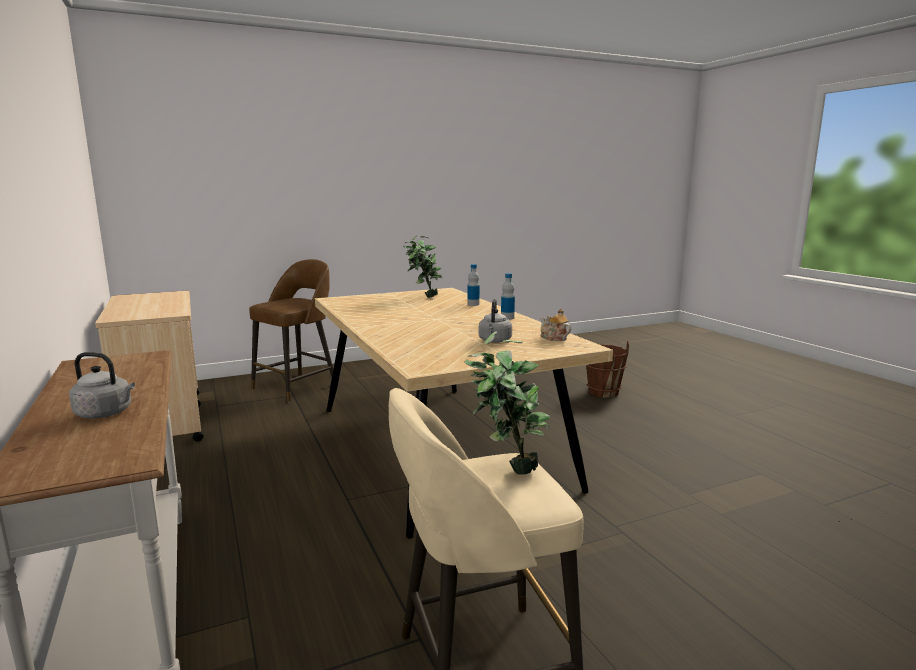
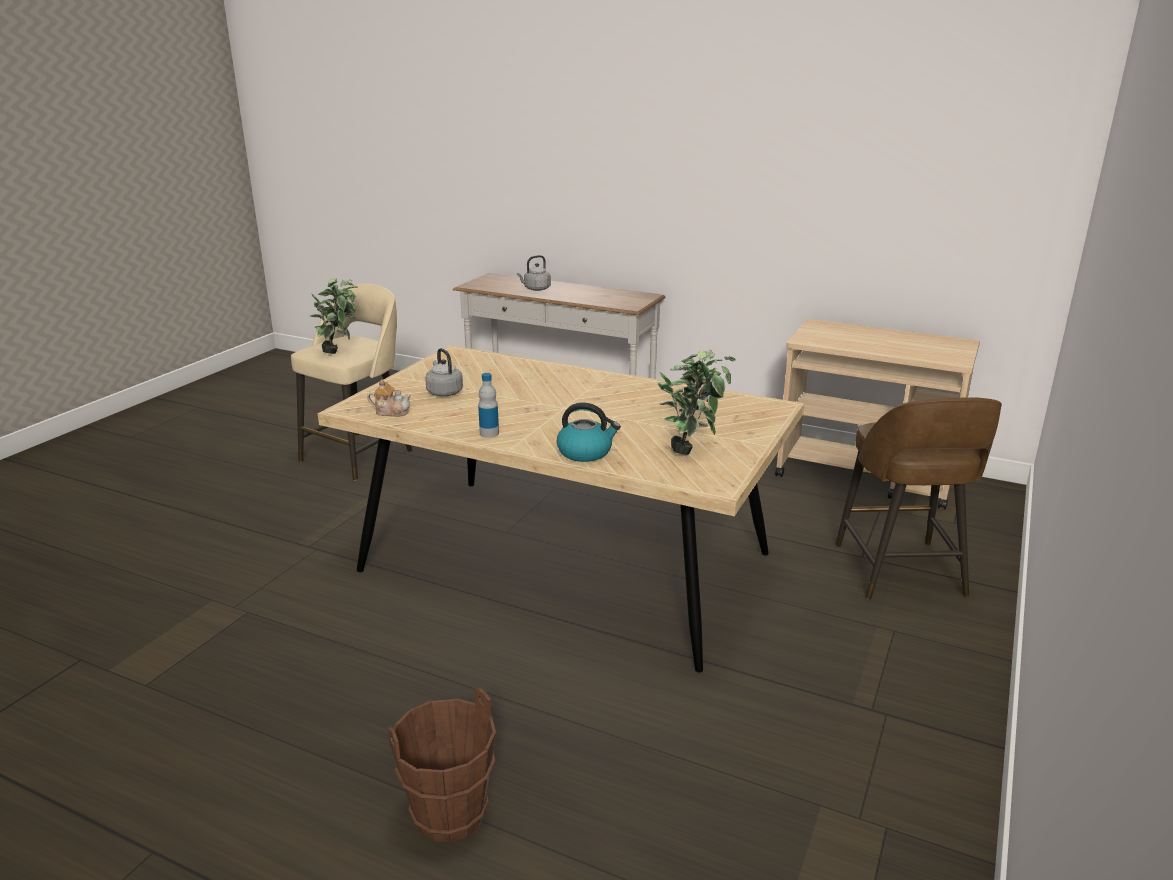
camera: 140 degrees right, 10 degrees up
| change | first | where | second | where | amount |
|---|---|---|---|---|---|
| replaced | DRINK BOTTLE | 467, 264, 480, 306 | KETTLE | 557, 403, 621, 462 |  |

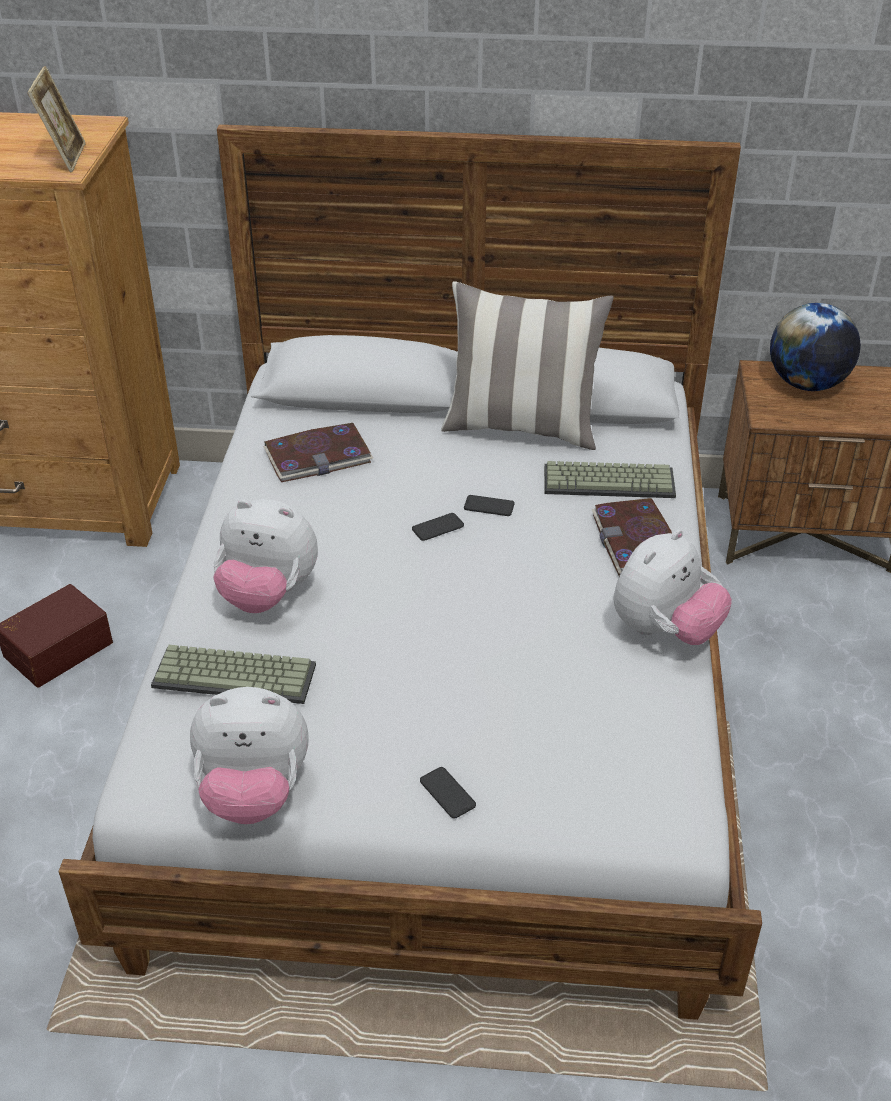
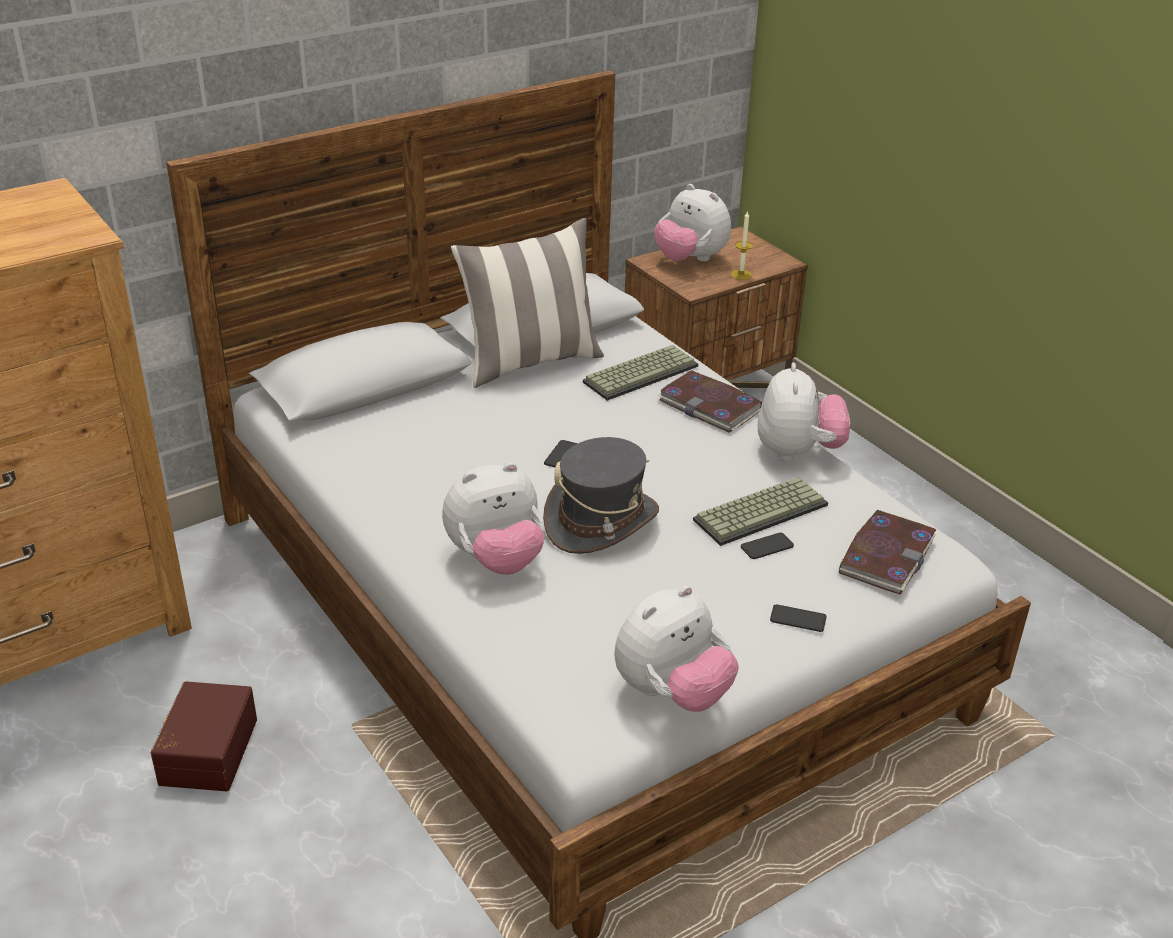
camera: 40 degrees left, 5 degrees down
| change | first | where | second | where | amount |
|---|---|---|---|---|---|
| added |  |  | GREYISH CLOTHING HAT | 543, 437, 659, 554 |  |
| replaced | WORLD GLOBE | 770, 303, 861, 391 | PLUSH TOY | 654, 184, 731, 262 |  |
| moved | PC KEYBOARD | 151, 645, 316, 704 |  | 693, 477, 828, 546 |  |
| added |  |  | WAX CANDLE | 731, 211, 753, 280 |  |
| moved | PHONE | 464, 495, 515, 516 |  | 741, 533, 794, 559 |  |
| moved | BOUND BOOK | 263, 423, 373, 482 |  | 839, 510, 936, 595 |  |
| removed | STANDING FRAME | 27, 66, 86, 172 |  |  |  |

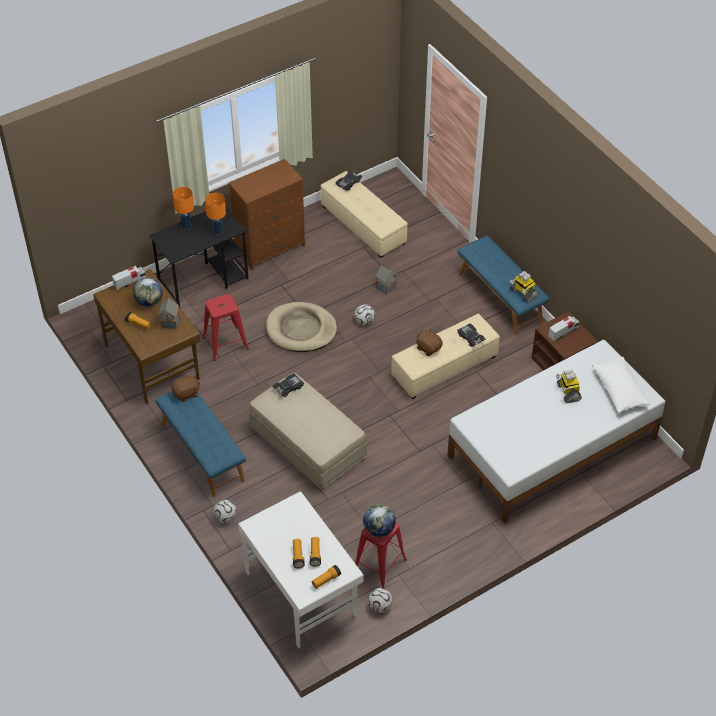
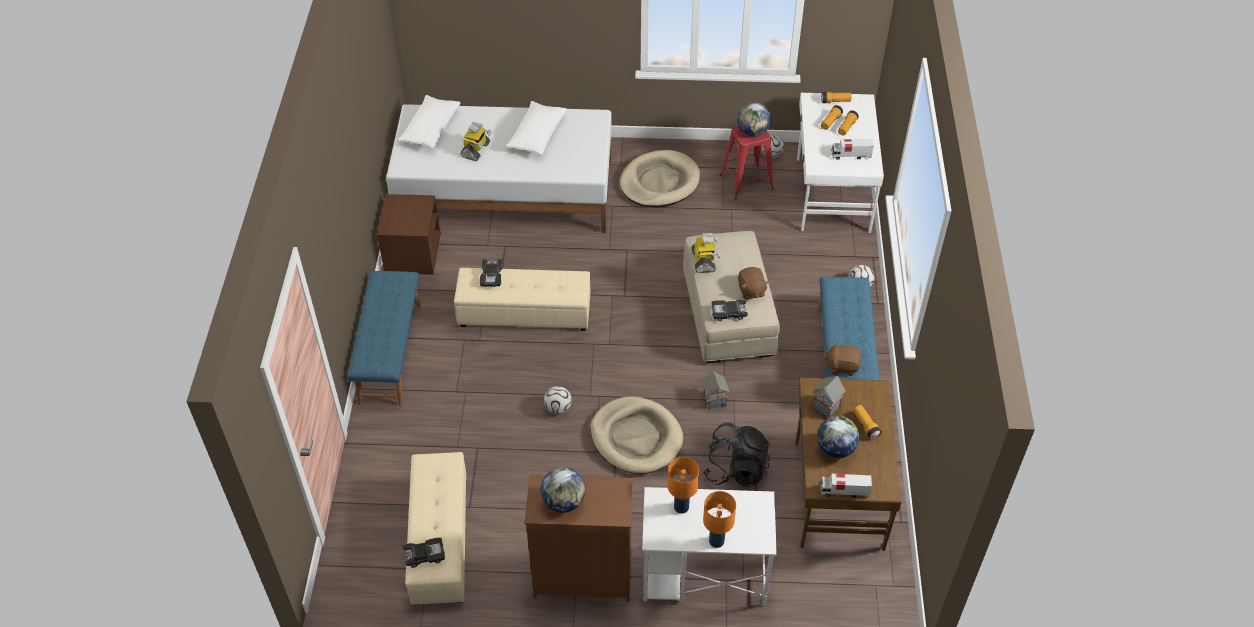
camera: 145 degrees left, 0 degrees up
| change | first | where | second | where | amount |
|---|---|---|---|---|---|
| added |  |  | WHITE CUSHION | 506, 101, 567, 156 |  |
| added |  |  | WORLD GLOBE | 541, 467, 586, 513 |  |
| added |  |  | BEIGE-COLOURED PET BED | 620, 150, 700, 207 |  |
| recoloured | BLACK-COLOURED DESK UNIT | 149, 207, 249, 307 | WHITE DESK UNIT | 642, 487, 777, 606 |  |
| moved | MODEL ROBOT | 510, 271, 539, 303 |  | 692, 233, 720, 273 |  |
| moved | MODEL HOUSE | 376, 266, 397, 295 |  | 703, 371, 729, 410 |  |
| replaced | REDDISH STOOL | 203, 294, 249, 361 | BLACK-COLOURED RUCKSACK | 703, 422, 770, 487 |  |
| moved | BROWN-COLOURED PLUSH TOY | 416, 328, 443, 356 |  | 738, 267, 769, 299 |  |
| moved | MODEL TRUCK | 548, 316, 579, 341 |  | 831, 139, 874, 160 |  |

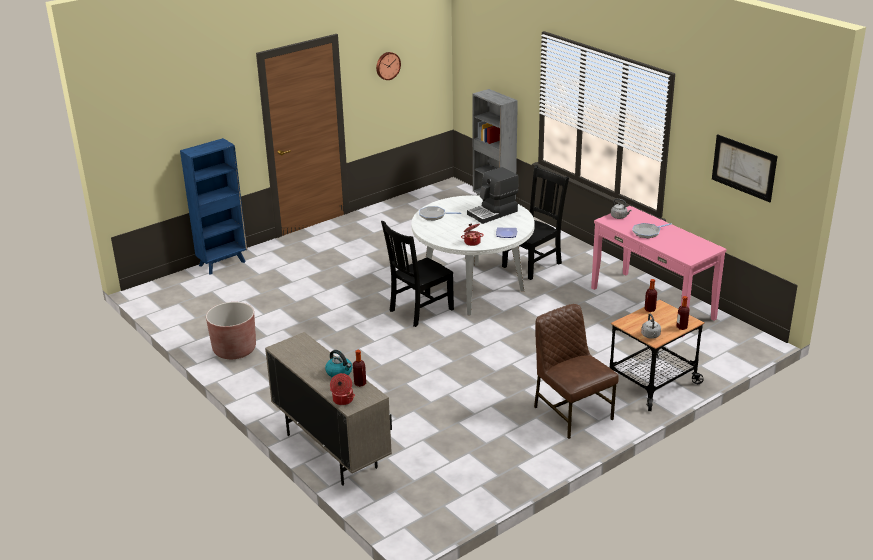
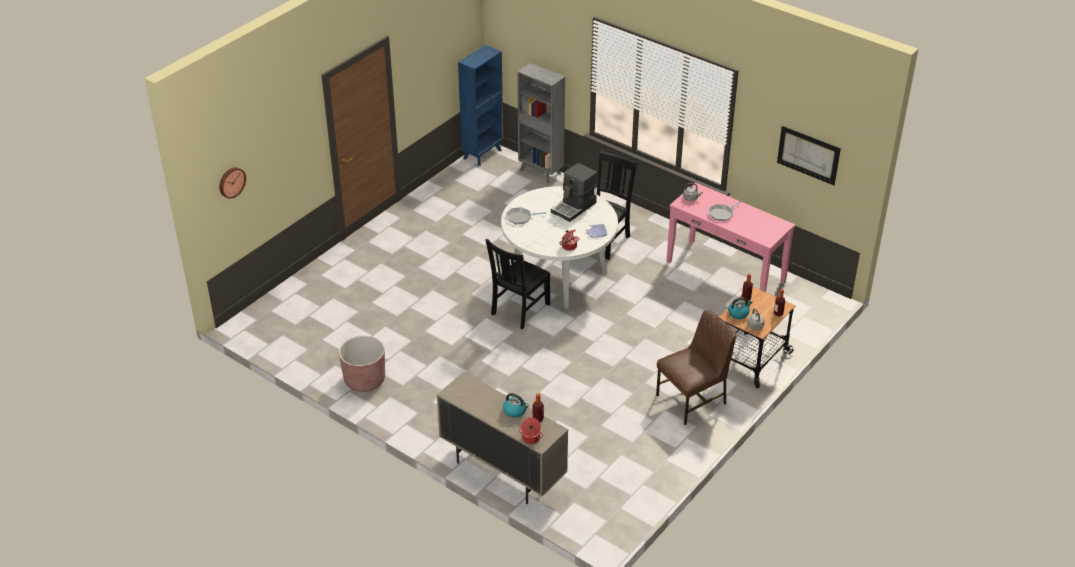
camera: 15 degrees left, 10 degrees up
| change | first | where | second | where | amount |
|---|---|---|---|---|---|
| moved | WALL CLOCK | 376, 52, 401, 80 |  | 219, 167, 246, 199 |  |
| moved | BLUE SHELVING UNIT | 180, 138, 247, 274 |  | 458, 45, 503, 166 |  |
| turned | BROWN-COLOURED PLAIN CHAIR | 534, 304, 619, 439 |  | 656, 310, 736, 425 | 105 degrees clockwise |
| added |  |  | KETTLE | 728, 297, 752, 319 |  |

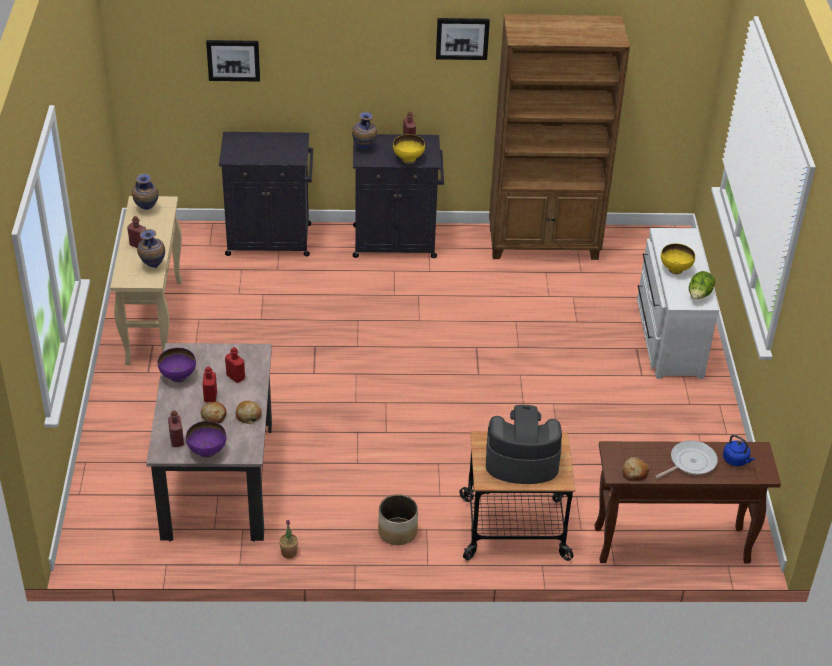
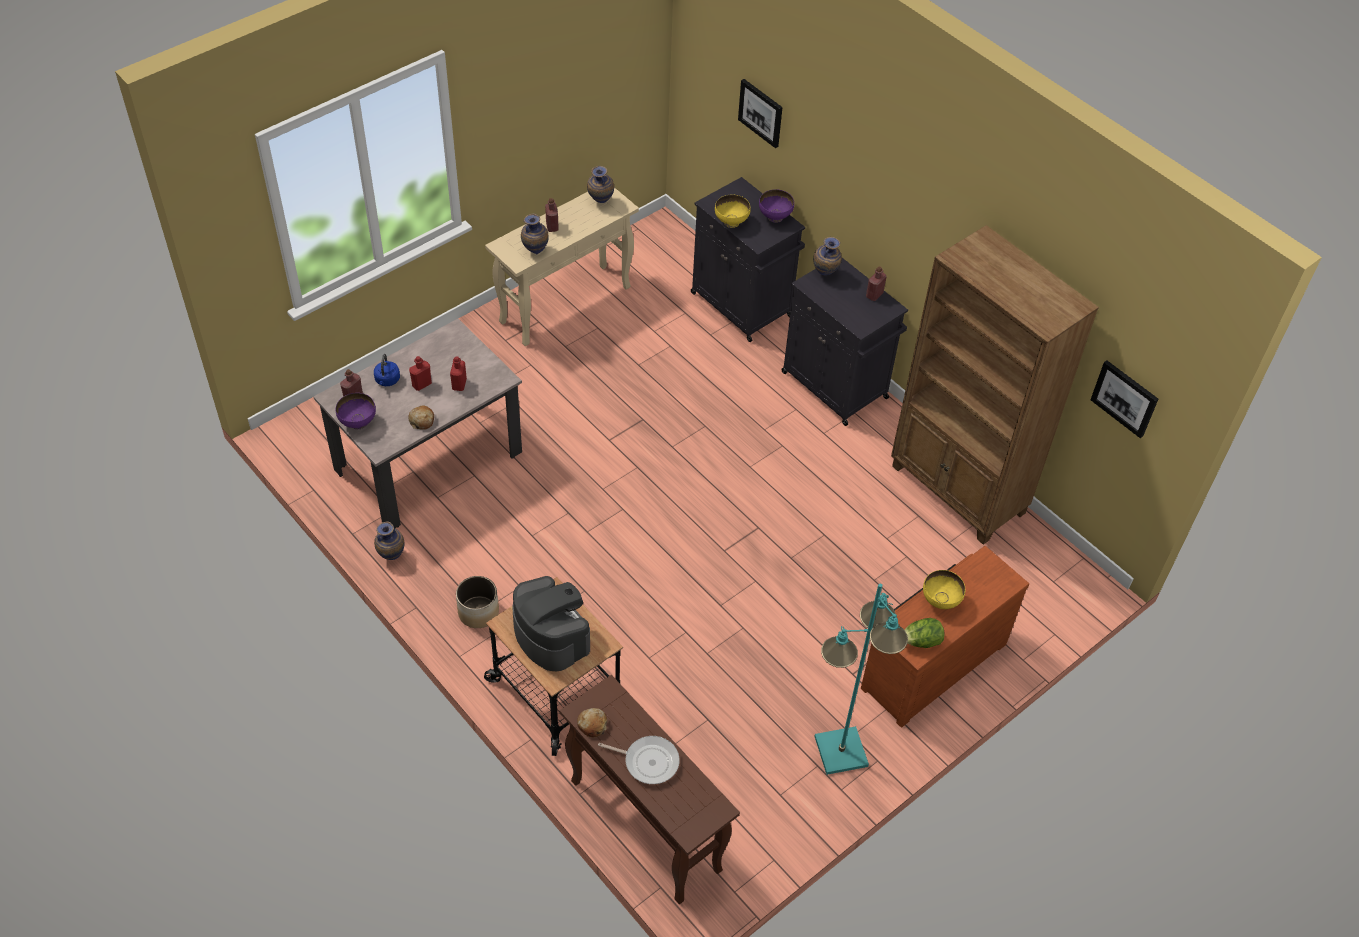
camera: 50 degrees right, 10 degrees up
| change | first | where | second | where | amount |
|---|---|---|---|---|---|
| moved | BLUE KETTLE | 723, 434, 755, 466 |  | 374, 354, 400, 386 |  |
| replaced | HOUSEPLANT | 279, 520, 298, 558 | VASE | 374, 521, 405, 560 |  |
| moved | YELLOWISH BOWL | 393, 134, 425, 164 |  | 715, 194, 751, 228 |  |
| moved | PURPLE BOWL | 158, 348, 196, 382 |  | 759, 189, 794, 223 |  |
| added |  |  | TURQUOISE-COLOURED FLOOR LAMP | 814, 584, 908, 775 |  |
| recoloured | WHITE DRESSER | 637, 228, 719, 379 | BROWN-COLOURED DRESSER | 861, 546, 1029, 727 |  |
| moved | WALL PICTURE | 436, 18, 490, 60 |  | 1090, 361, 1158, 438 |  |
| removed | BAKED BREAD | 201, 402, 227, 424 |  |  |  |

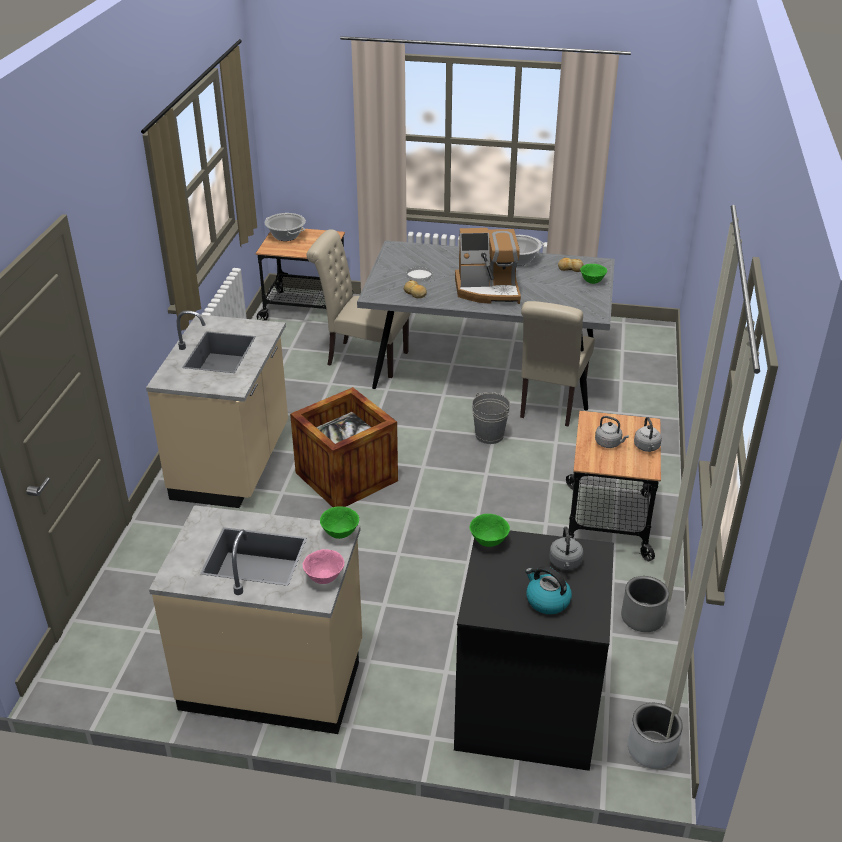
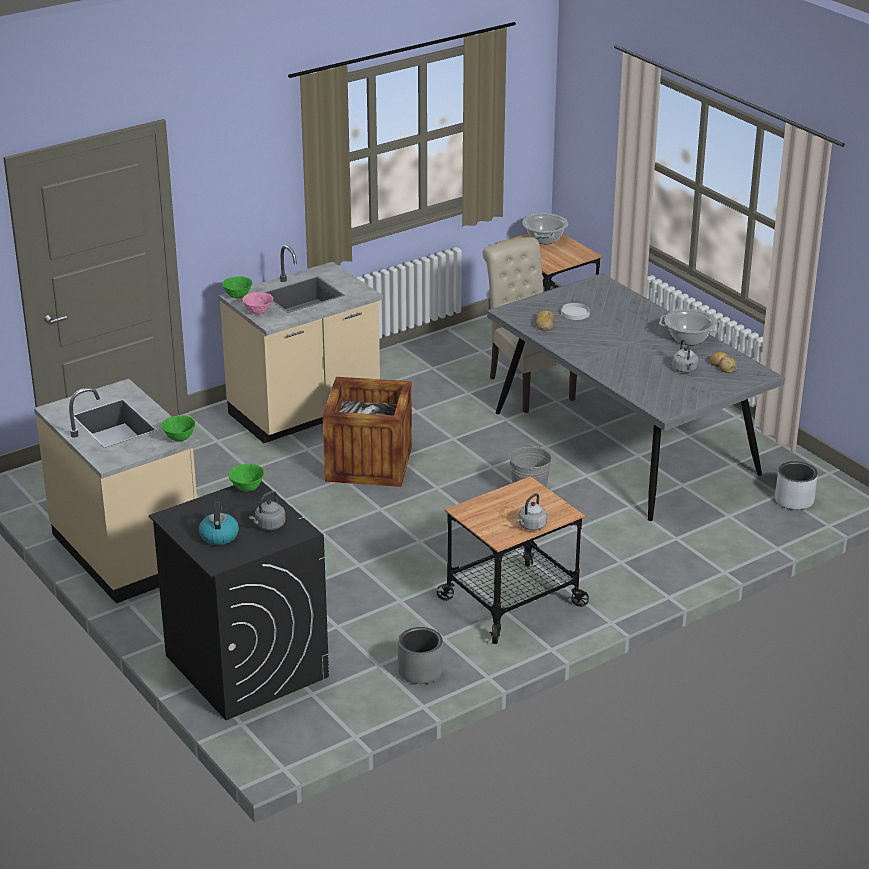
camera: 45 degrees right, 5 degrees down
| change | first | where | second | where | amount |
|---|---|---|---|---|---|
| moved | GREENISH BOWL | 580, 264, 607, 284 |  | 222, 276, 253, 298 |  |
| moved | PINK BOWL | 303, 549, 344, 584 |  | 243, 292, 273, 314 |  |
| moved | GREYISH KETTLE | 595, 416, 629, 448 |  | 672, 339, 698, 373 |  |
| moved | GREYISH PLANT POT | 628, 703, 683, 769 |  | 775, 461, 818, 510 |  |
| removed | COFFEE BREWER | 455, 228, 521, 304 |  |  |  |
| removed | BEIGE-COLOURED PLAIN CHAIR | 520, 301, 595, 427 |  |  |  |

